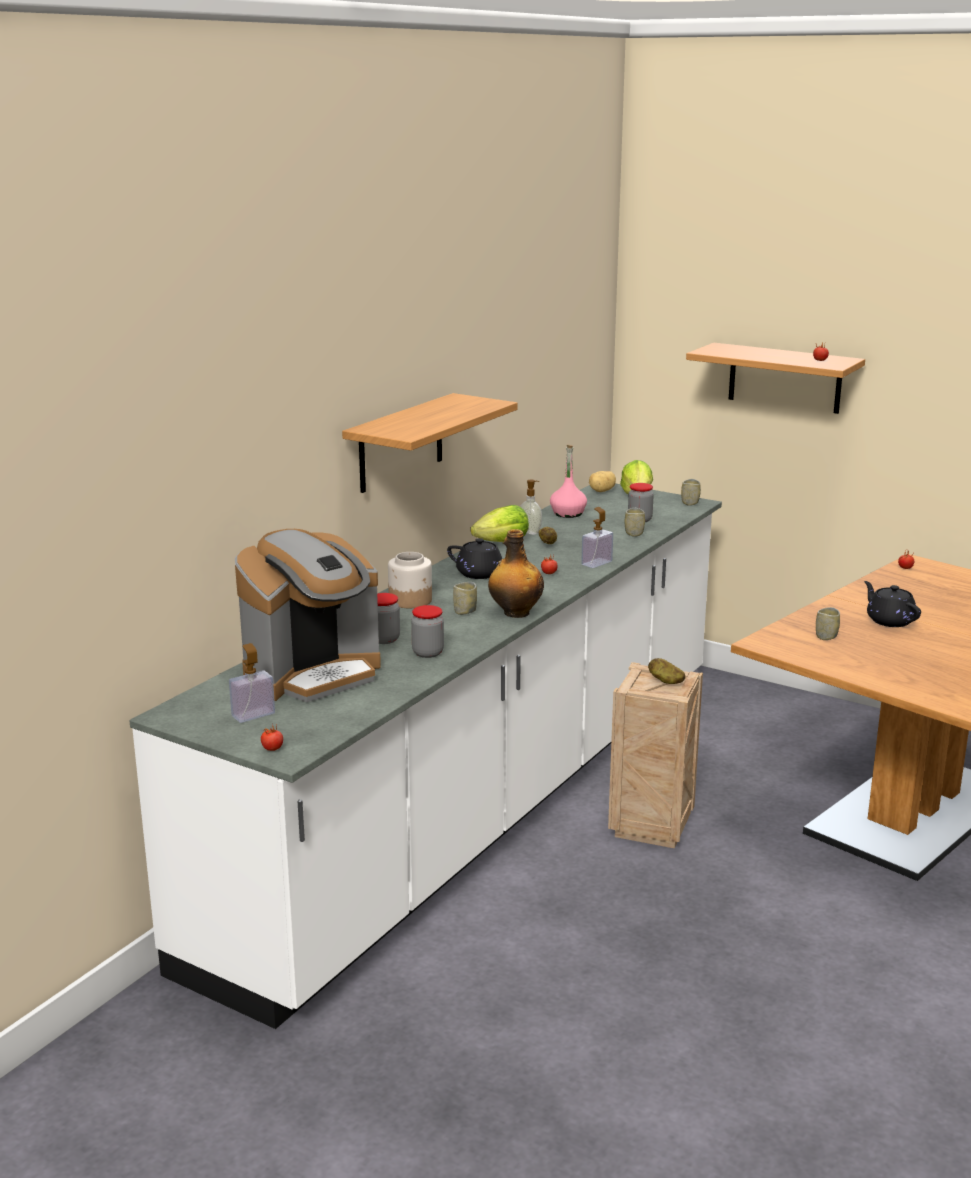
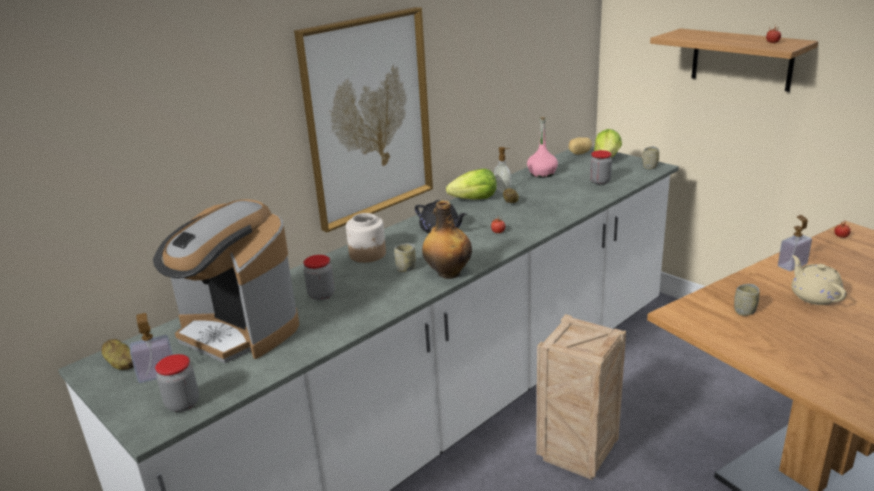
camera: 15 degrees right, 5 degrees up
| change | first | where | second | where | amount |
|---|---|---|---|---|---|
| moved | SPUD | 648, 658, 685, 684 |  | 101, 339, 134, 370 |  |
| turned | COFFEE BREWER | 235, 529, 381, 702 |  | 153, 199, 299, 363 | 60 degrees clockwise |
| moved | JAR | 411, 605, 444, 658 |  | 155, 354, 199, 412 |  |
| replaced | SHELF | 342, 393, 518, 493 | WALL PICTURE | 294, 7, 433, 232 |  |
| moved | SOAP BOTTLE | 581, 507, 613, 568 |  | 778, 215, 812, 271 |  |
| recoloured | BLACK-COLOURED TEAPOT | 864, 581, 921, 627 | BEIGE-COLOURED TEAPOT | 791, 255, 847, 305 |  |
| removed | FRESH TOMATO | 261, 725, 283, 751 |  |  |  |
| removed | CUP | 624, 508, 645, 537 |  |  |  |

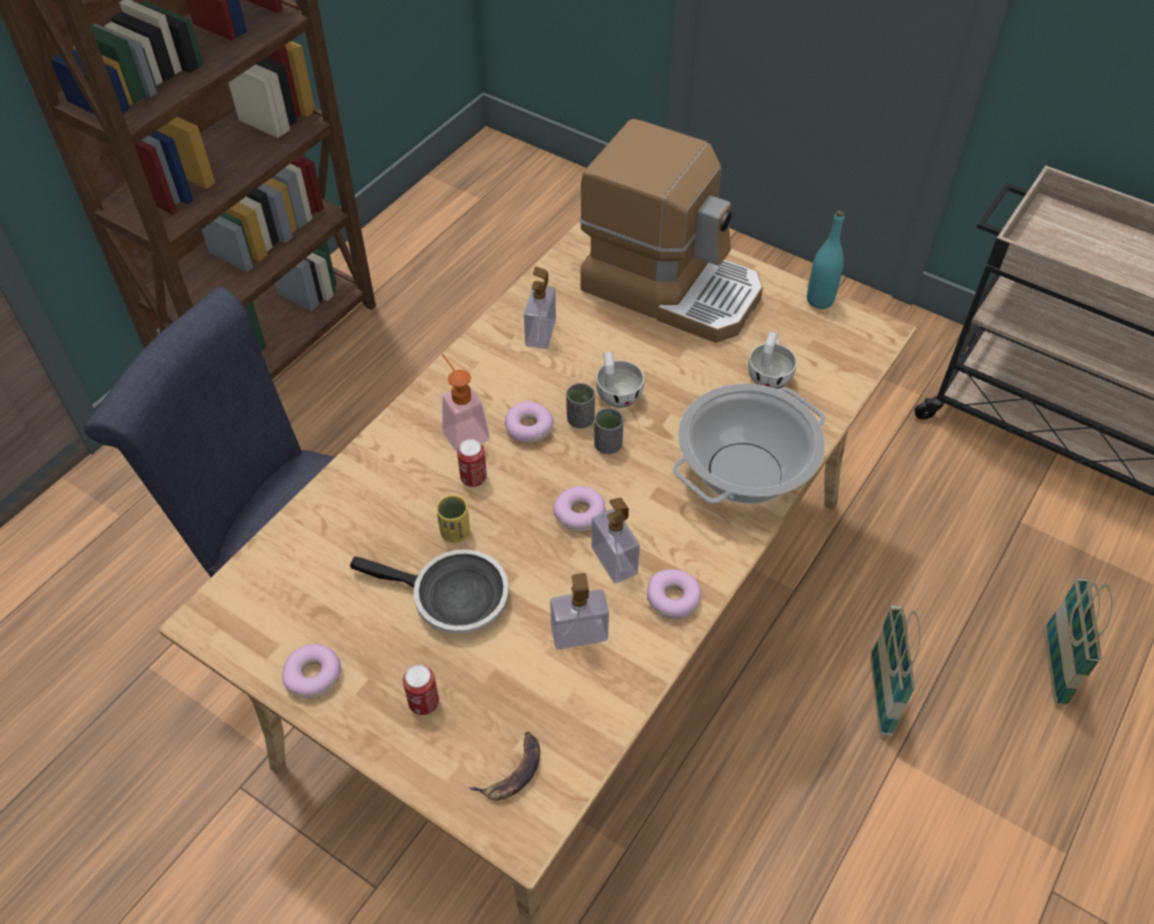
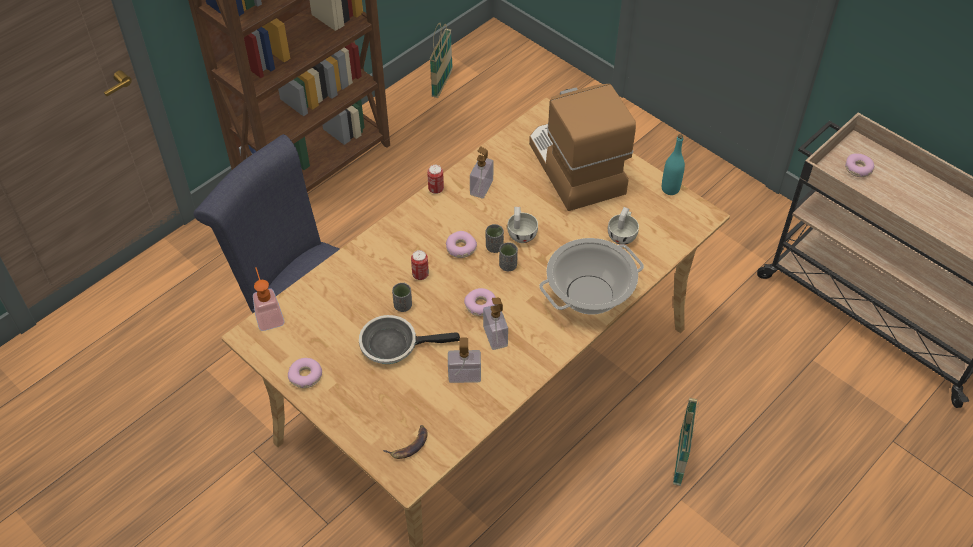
camera: 10 degrees right, 0 degrees up
| change | first | where | second | where | amount |
|---|---|---|---|---|---|
| moved | SOAP BOTTLE | 442, 354, 490, 451 |  | 253, 267, 284, 331 |  |
| turned | SKILLET | 350, 549, 509, 633 |  | 359, 315, 460, 364 | 150 degrees clockwise |
| recoloured | YELLOWISH CUP | 436, 495, 470, 543 | GREYISH CUP | 392, 283, 412, 312 |  |
| moved | SEALED CAN | 403, 665, 439, 715 |  | 427, 165, 444, 194 |  |
| moved | HOUSEHOLD BASKET | 1045, 577, 1113, 705 |  | 430, 22, 453, 98 |  |
| turned | COFFEE BREWER | 580, 119, 763, 343 |  | 529, 84, 636, 211 | 150 degrees counterclockwise |
| moved | RING DOUGHNUT | 647, 569, 702, 619 |  | 845, 154, 874, 177 |  |

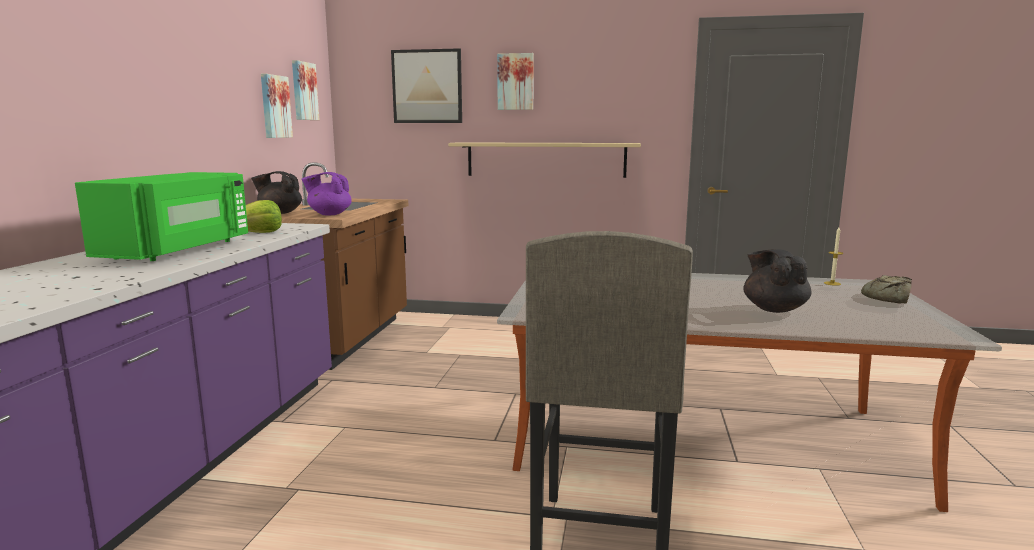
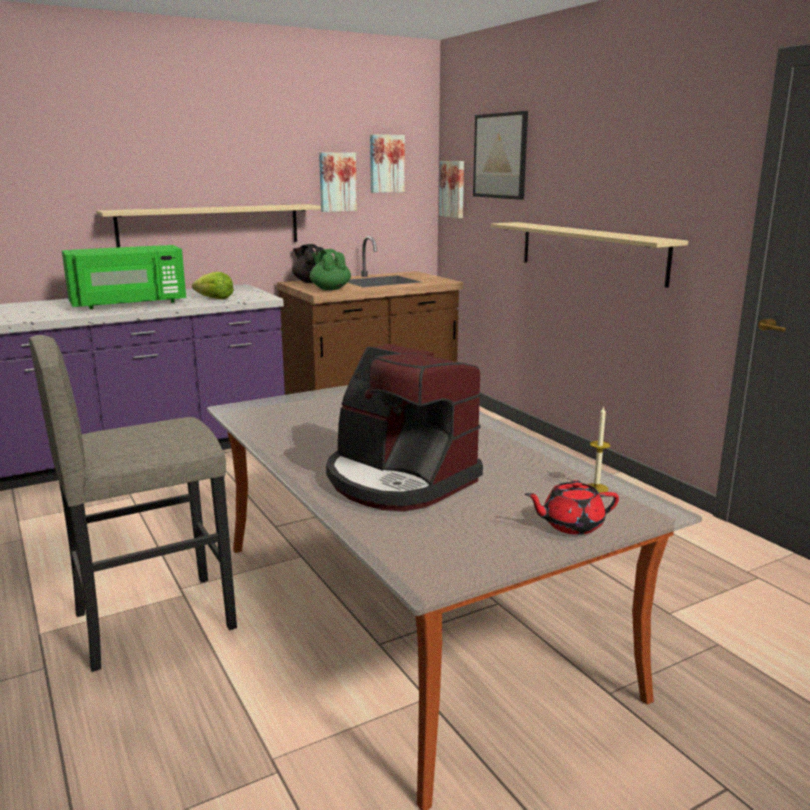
camera: 50 degrees right, 5 degrees up
| change | first | where | second | where | amount |
|---|---|---|---|---|---|
| added |  |  | BEIGE-COLOURED SHELF | 96, 204, 321, 247 |  |
| recoloured | PURPLE TEAPOT | 302, 172, 352, 216 | GREENISH TEAPOT | 310, 249, 351, 290 |  |
| replaced | BLACK-COLOURED TEAPOT | 743, 249, 812, 313 | COFFEE BREWER | 326, 344, 483, 511 |  |
| moved | WALL PICTURE | 497, 53, 534, 110 |  | 439, 161, 464, 218 |  |
| replaced | BAKED BREAD | 861, 275, 912, 304 | REDDISH TEAPOT | 525, 480, 619, 535 |  |

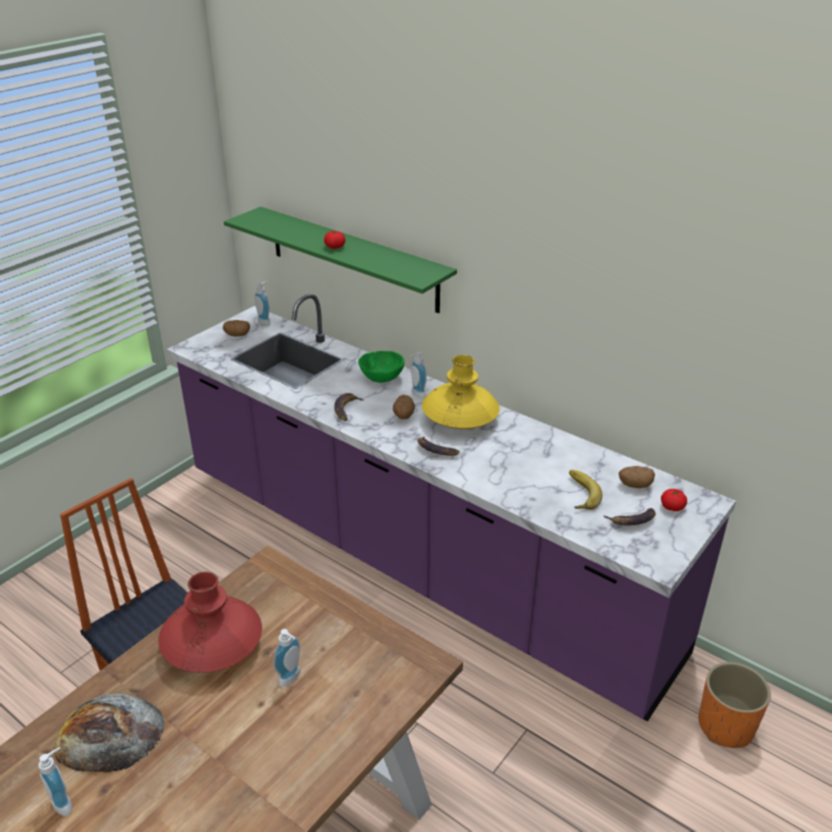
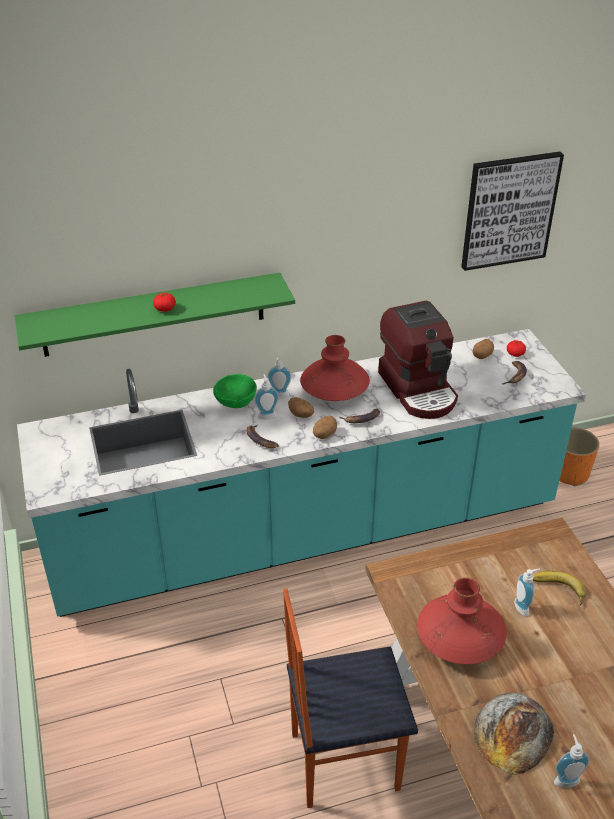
camera: 55 degrees left, 5 degrees up
| change | first | where | second | where | amount |
|---|---|---|---|---|---|
| recoloured | PURPLE KITCHEN BASE UNIT | 167, 294, 736, 722 | TURQUOISE-COLOURED KITCHEN BASE UNIT | 17, 329, 586, 617 |  |
| moved | SOAP BOTTLE | 254, 281, 270, 325 |  | 254, 374, 279, 419 |  |
| recoloured | YELLOWISH VASE | 422, 355, 500, 429 | REDDISH VASE | 300, 335, 370, 401 |  |
| moved | SPUD | 223, 320, 250, 336 |  | 313, 416, 337, 439 |  |
| added |  |  | COFFEE BREWER | 378, 301, 458, 419 |  |
| added |  |  | WALL PICTURE | 461, 152, 564, 271 |  |
| moved | BANANA | 569, 470, 602, 510 |  | 533, 571, 587, 606 |  |

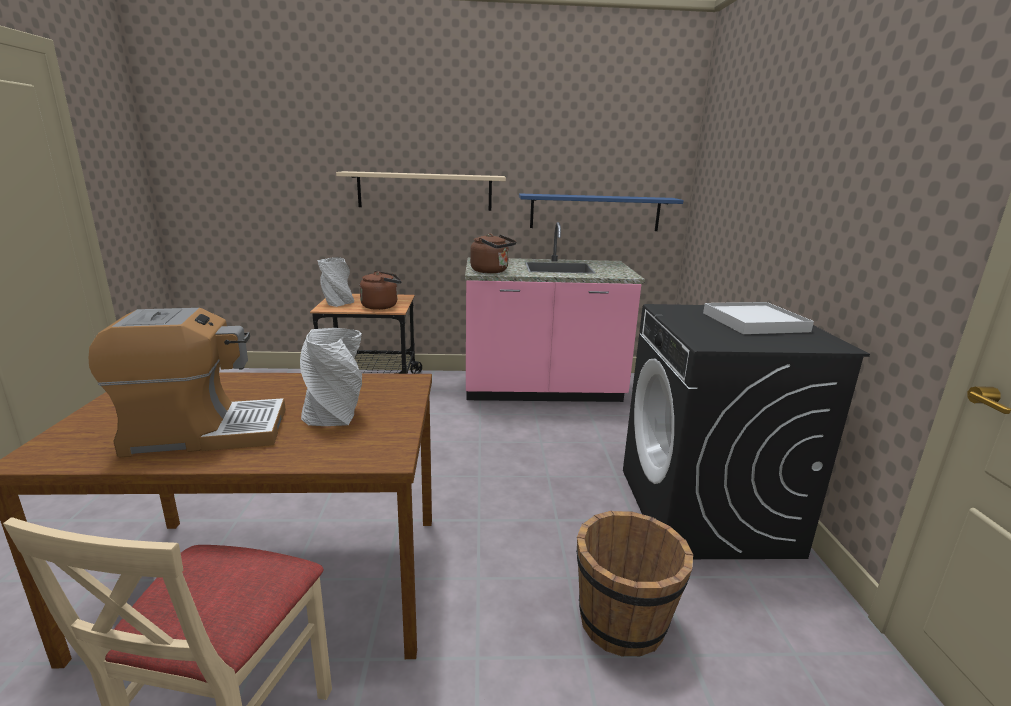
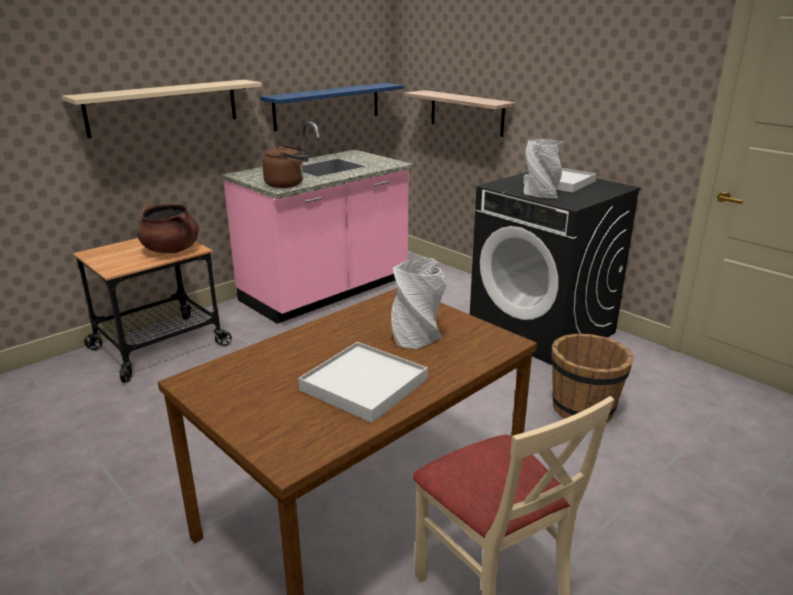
camera: 40 degrees left, 5 degrees up
| change | first | where | second | where | amount |
|---|---|---|---|---|---|
| replaced | BROWN-COLOURED KETTLE | 359, 271, 402, 310 | BROWN-COLOURED STOCKPOT | 137, 204, 199, 253 |  |
| replaced | COFFEE BREWER | 89, 308, 286, 458 | WHITE CARRYING TRAY | 298, 342, 428, 423 |  |
| added |  |  | SHELF | 404, 90, 516, 137 |  |
| moved | GREYISH VASE | 317, 258, 354, 307 |  | 524, 139, 563, 198 |  |

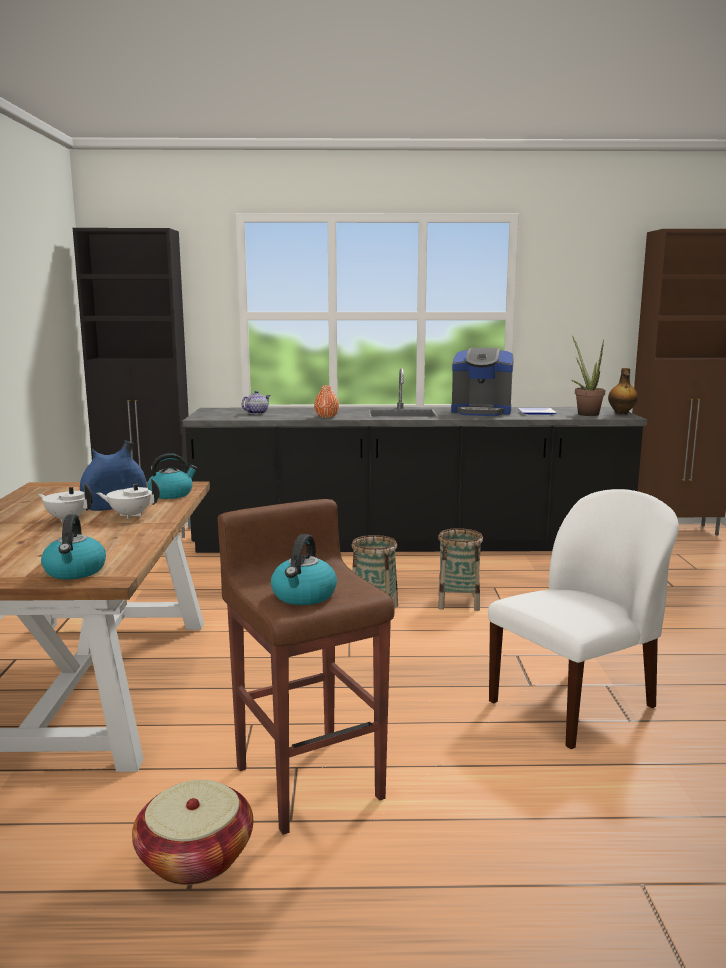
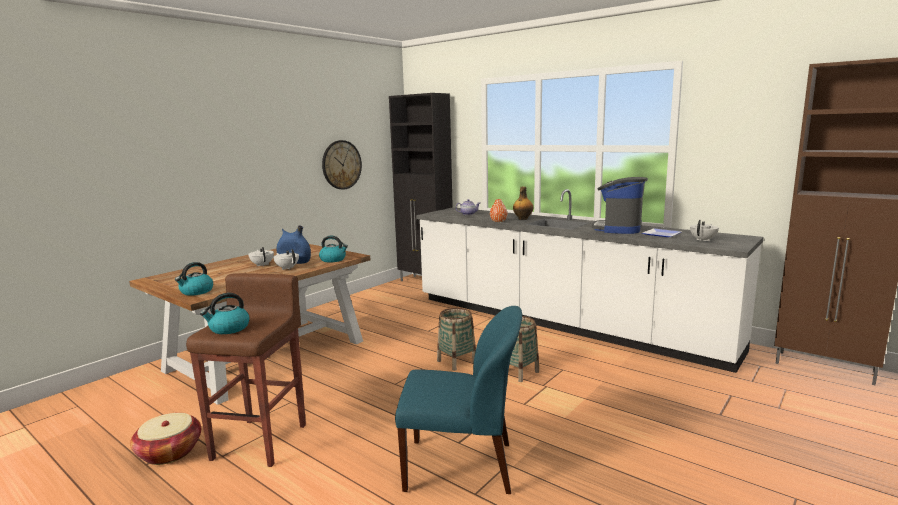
camera: 40 degrees right, 0 degrees up
| change | first | where | second | where | amount |
|---|---|---|---|---|---|
| added |  |  | WALL CLOCK | 322, 140, 362, 190 |  |
| recoloured | WHITE PLAIN CHAIR | 488, 489, 679, 749 | BLUE PLAIN CHAIR | 395, 306, 522, 494 |  |
| recoloured | BLACK-COLOURED KITCHEN BASE UNIT | 183, 368, 647, 553 | WHITE KITCHEN BASE UNIT | 416, 189, 764, 373 |  |
| moved | DRINK BOTTLE | 608, 368, 638, 415 |  | 513, 187, 533, 220 |  |
| turned | COFFEE BREWER | 451, 348, 514, 416 |  | 592, 177, 648, 234 | 60 degrees clockwise |
| replaced | HOUSEPLANT | 571, 336, 605, 416 | WHITE TEAPOT | 690, 220, 719, 241 |  |

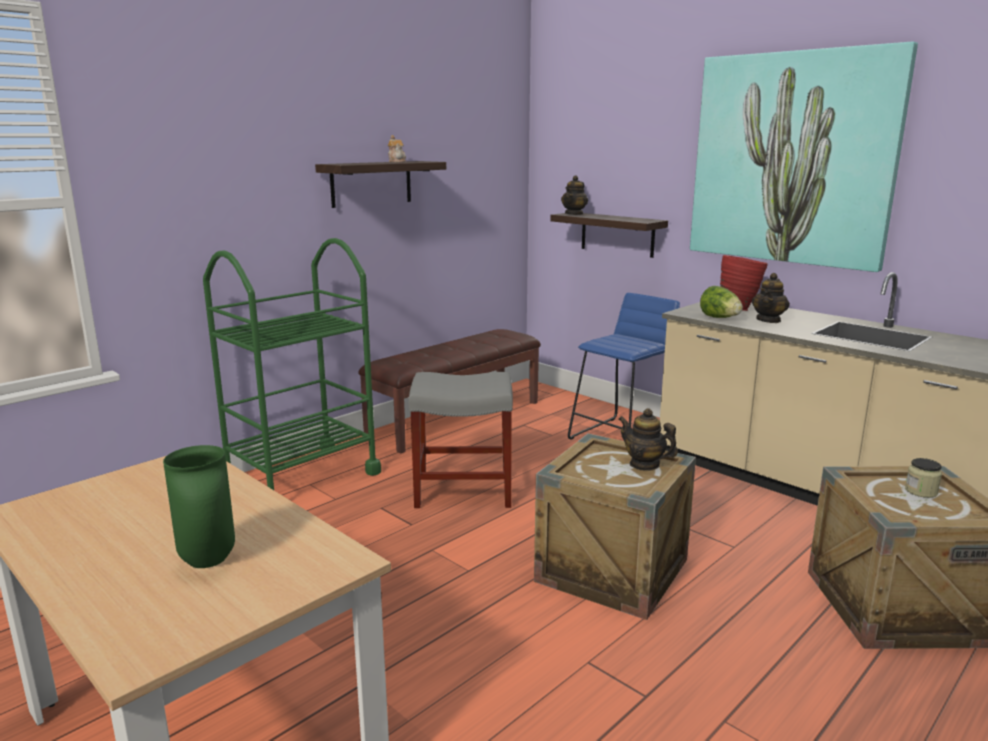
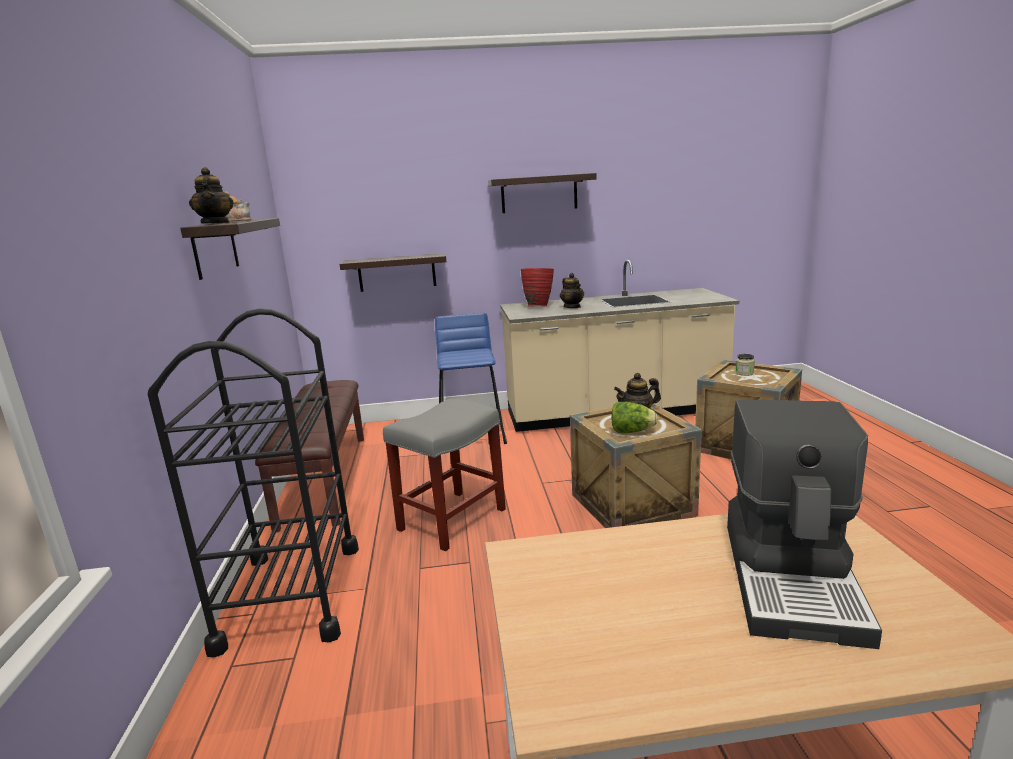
camera: 50 degrees left, 0 degrees up
| change | first | where | second | where | amount |
|---|---|---|---|---|---|
| recoloured | GREENISH CART | 203, 238, 381, 490 | BLACK-COLOURED CART | 148, 308, 359, 658 |  |
| moved | TEAPOT | 561, 175, 588, 215 |  | 189, 167, 234, 224 |  |
| replaced | WALL PICTURE | 690, 42, 918, 272 | SHELF | 488, 173, 597, 213 |  |
| moved | LETTUCE HEAD | 700, 286, 743, 318 |  | 611, 402, 658, 433 |  |
| replaced | GREENISH VASE | 163, 445, 235, 568 | COFFEE BREWER | 727, 399, 882, 649 |  |

